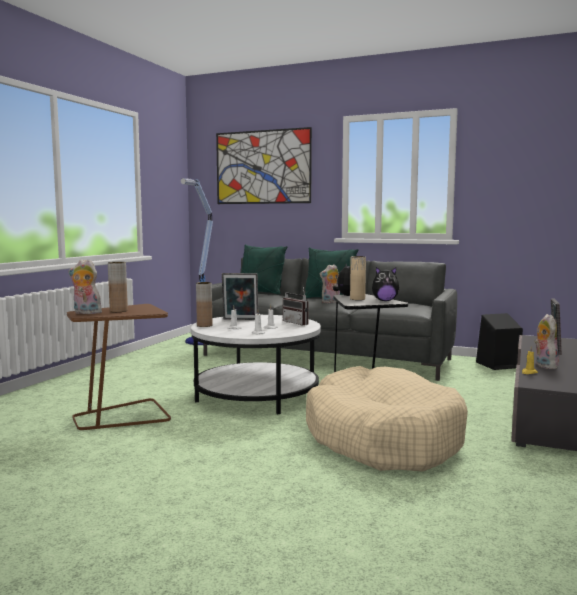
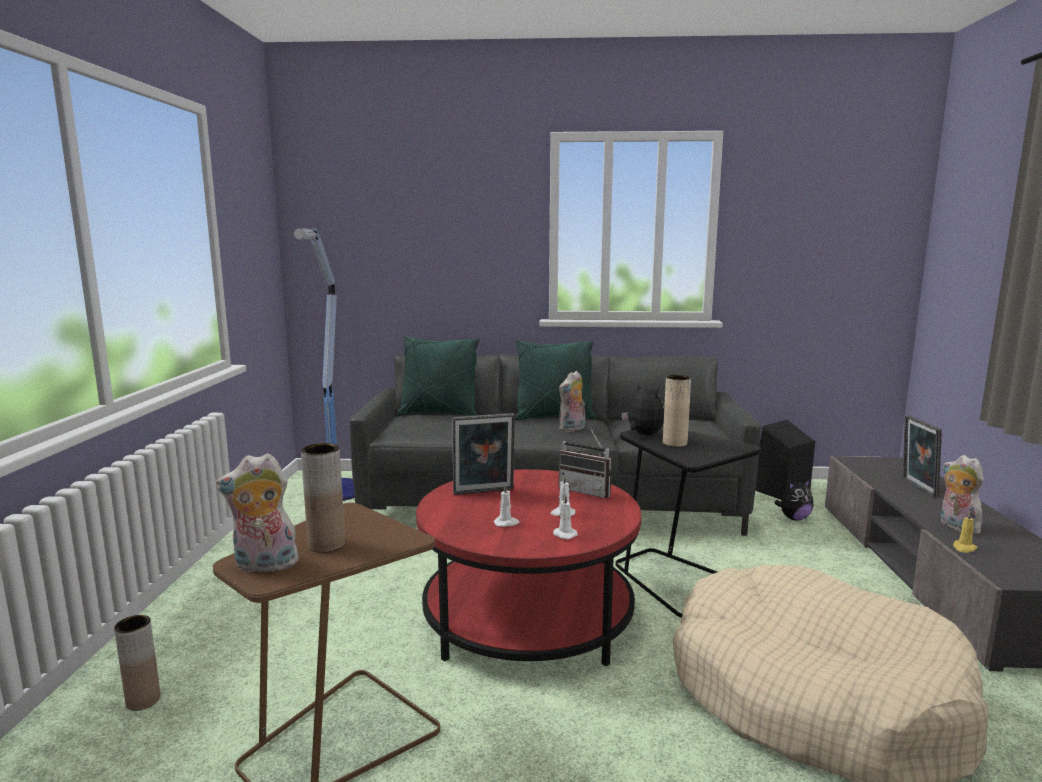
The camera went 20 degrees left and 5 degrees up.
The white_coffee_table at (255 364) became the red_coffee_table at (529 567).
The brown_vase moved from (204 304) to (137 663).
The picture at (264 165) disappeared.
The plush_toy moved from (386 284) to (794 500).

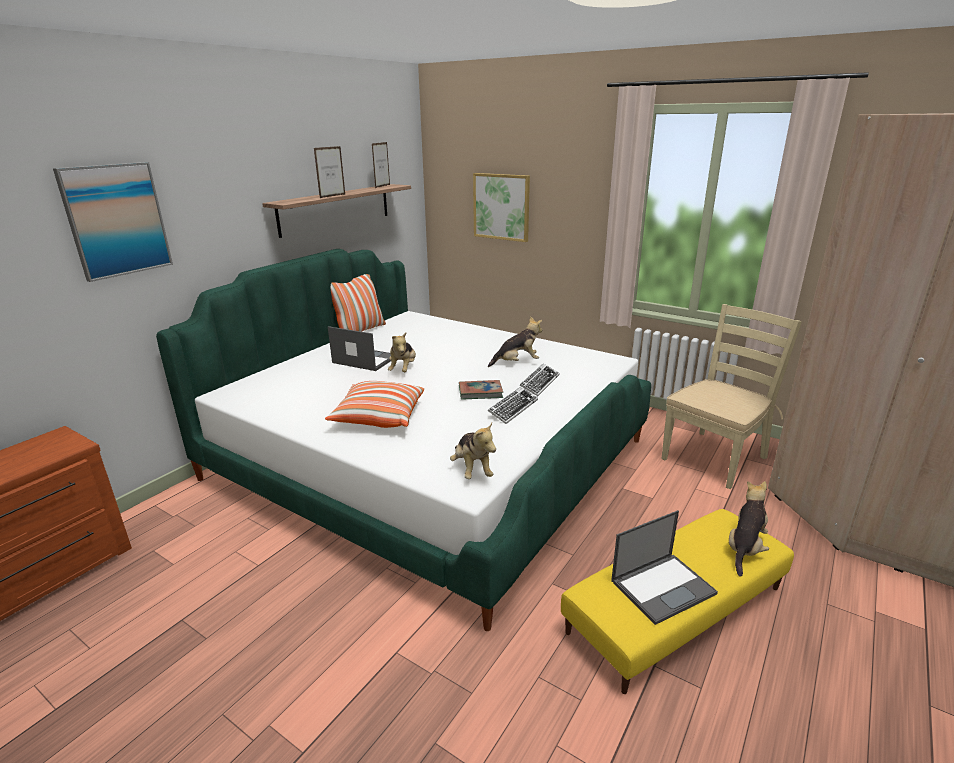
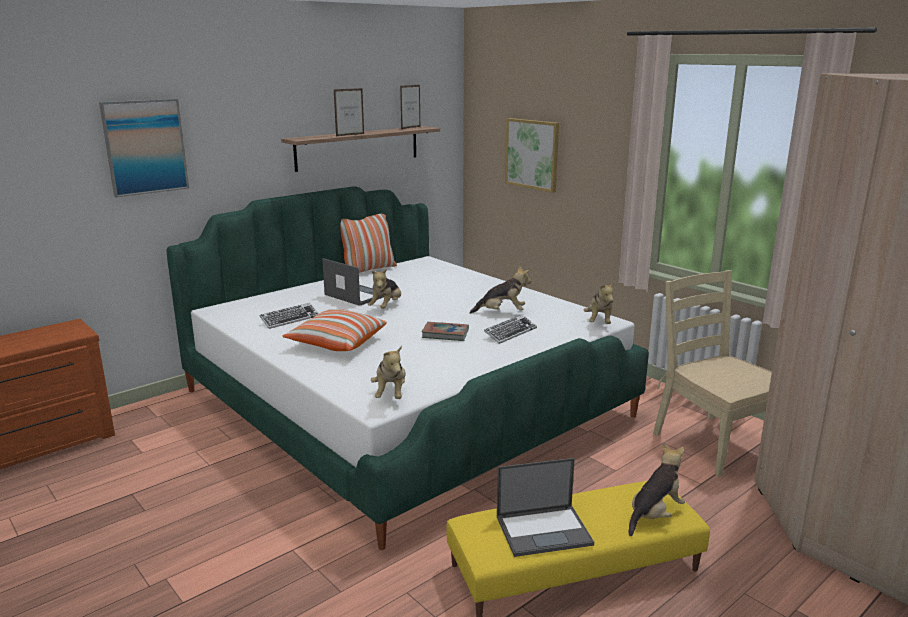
The camera went 15 degrees right and 5 degrees down.
The keyboard moved from (513 405) to (289 316).
The beige_chair at (731 396) turned 90 degrees counterclockwise.
The plush_toy at (599 302) appeared.

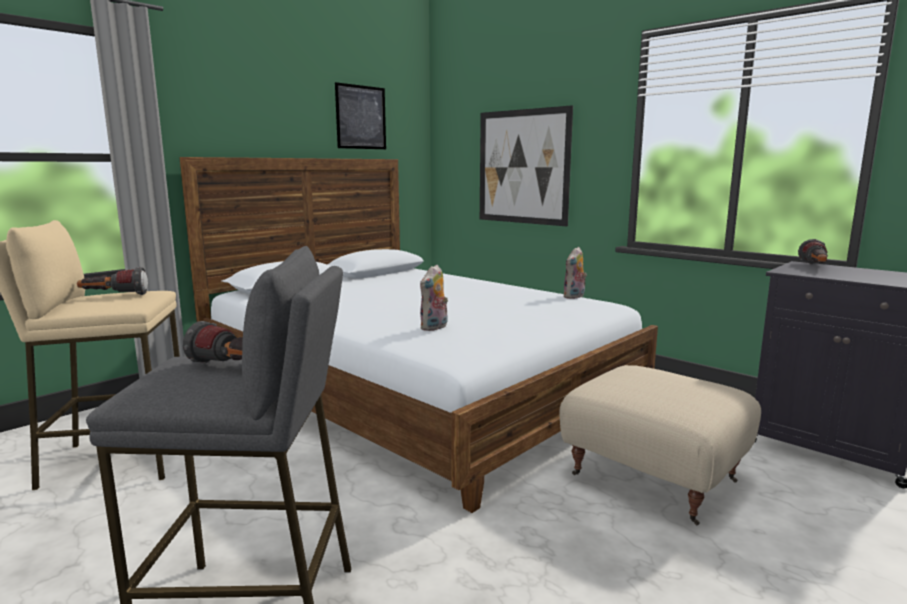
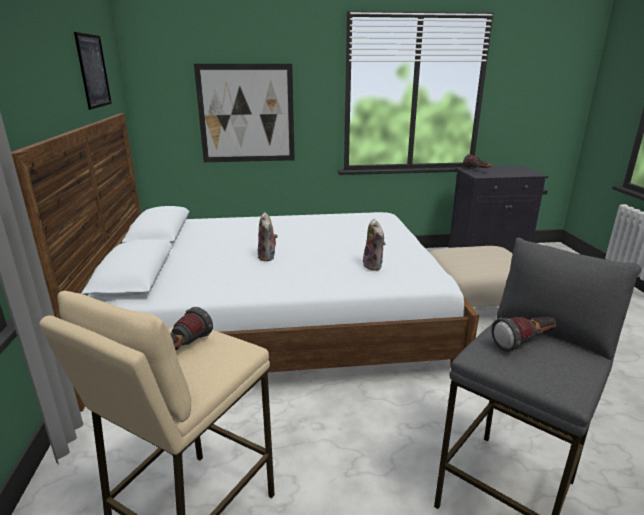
The camera went 50 degrees left and 10 degrees up.
The plush_toy moved from (575 273) to (268 236).

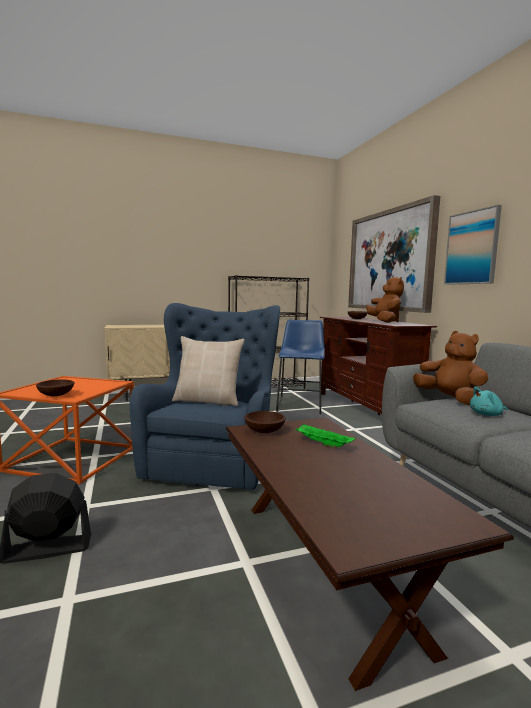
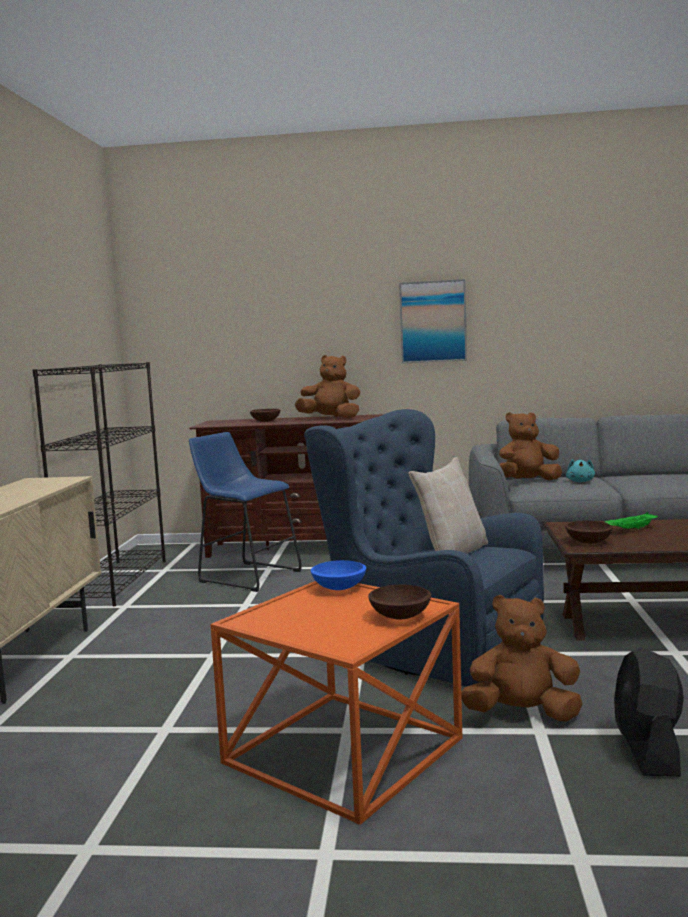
The camera went 65 degrees left and 0 degrees up.
The picture at (394 254) disappeared.
The blue_bowl at (338 575) appeared.
The brown_plush_toy at (522 658) appeared.

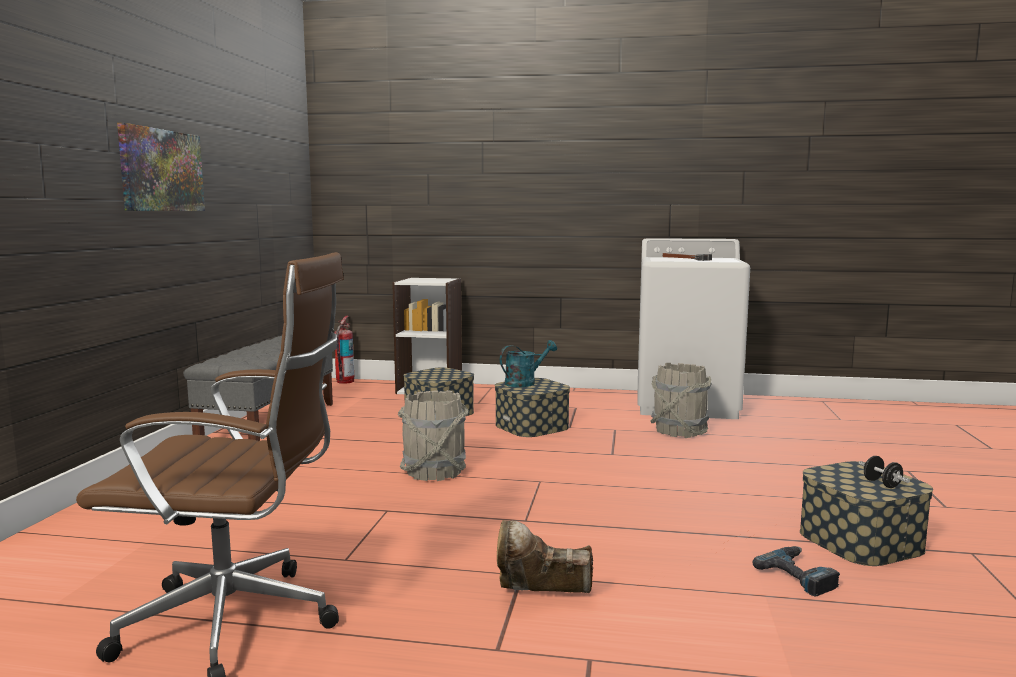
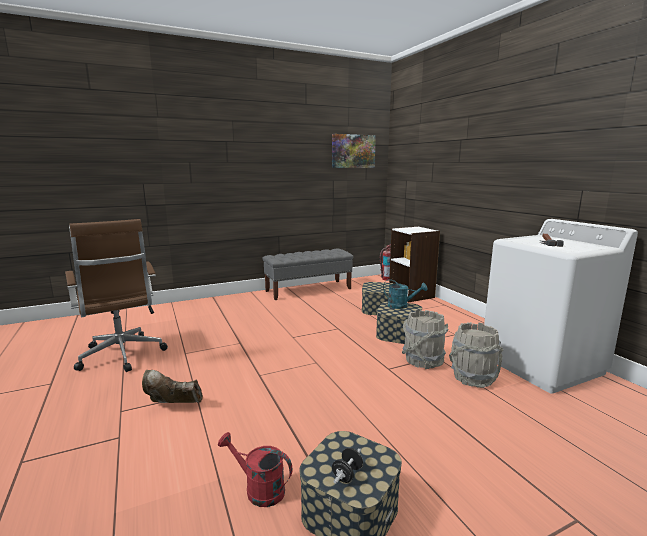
The camera went 55 degrees right and 5 degrees up.
The picture moved from (161 167) to (354 151).
The grey_bucket moved from (433 435) to (425 339).
The brown_boot at (545 556) turned 60 degrees counterclockwise.
The power_drill at (796 571) was replaced by the red_watering_can at (255 469).

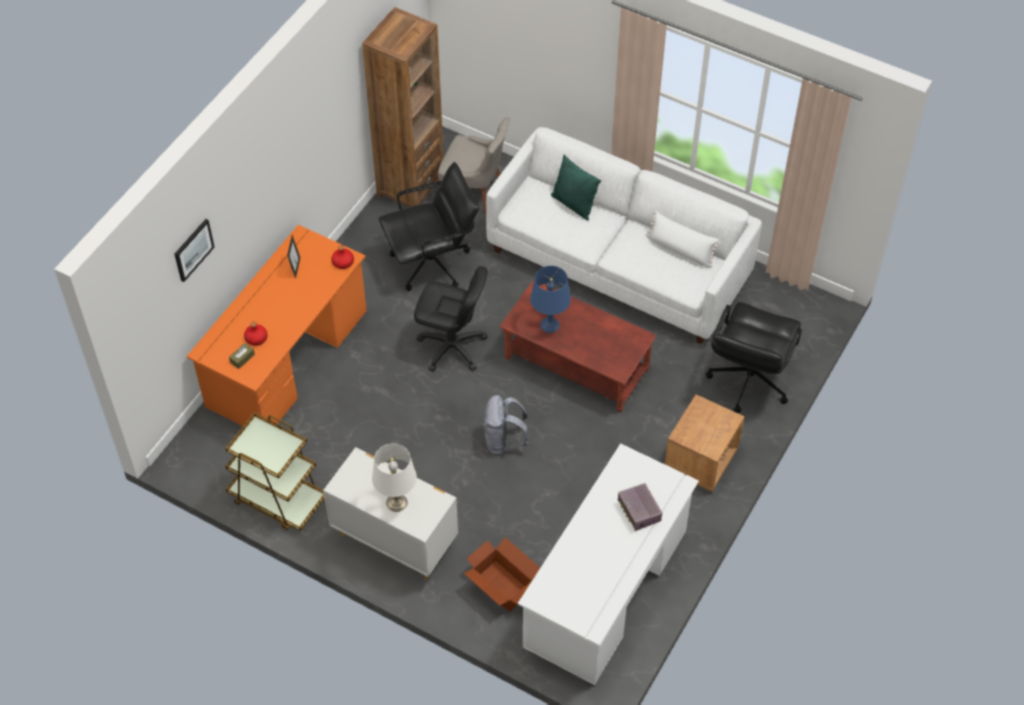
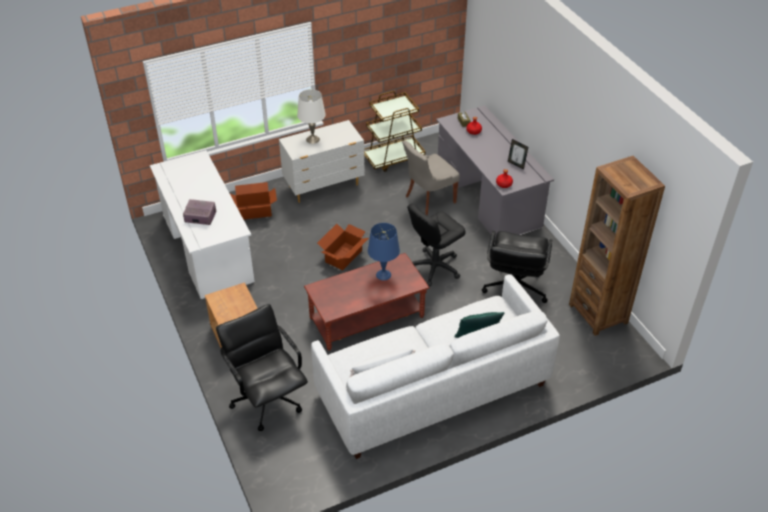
The camera went 125 degrees right and 10 degrees down.
The picture at (195 250) disappeared.
The orange_desk at (277 326) became the grey_desk at (495 171).
The grey_chair moved from (474 166) to (431 178).
The grey_backpack at (506 425) was replaced by the cardboard_box at (343 247).

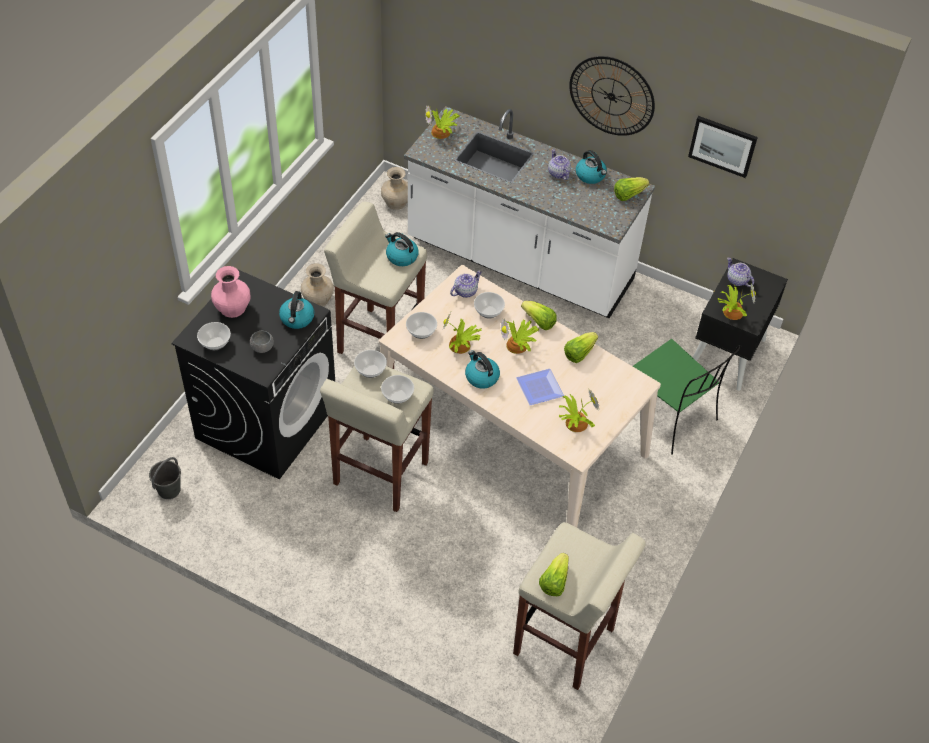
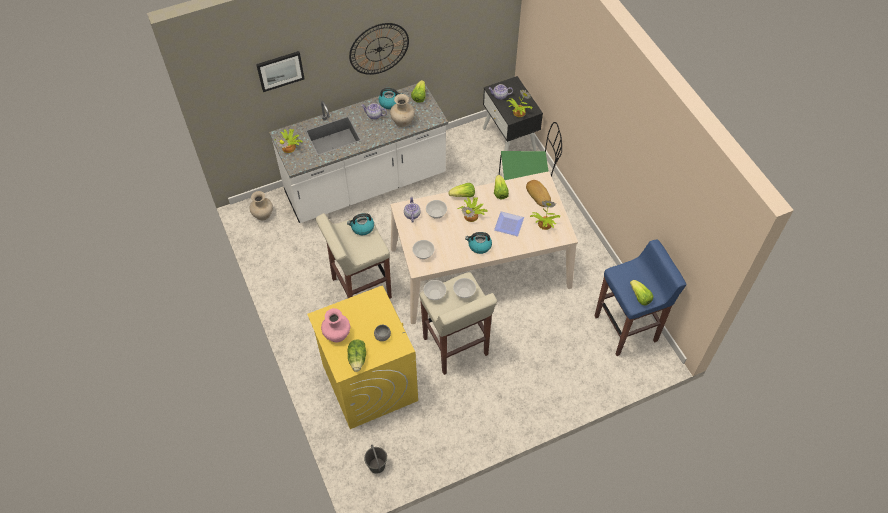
The camera went 50 degrees left and 5 degrees up.
The black_washing_machine at (253 374) became the yellow_washing_machine at (362 357).
The bowl at (214 336) was replaced by the lettuce at (357 356).
The kettle at (296 310) disappeared.
The beige_vase moved from (317 285) to (402 110).
The potted_plant at (462 333) disappeared.
The beige_stool at (579 606) became the blue_stool at (640 298).
The picture moved from (723 147) to (280 71).
The bread at (538 193) appeared.

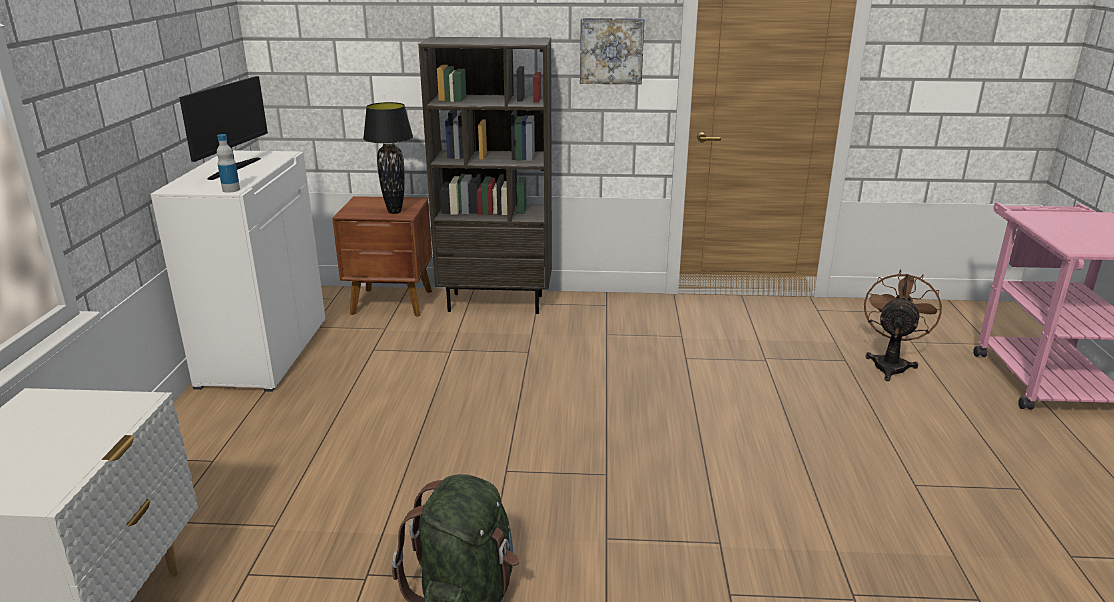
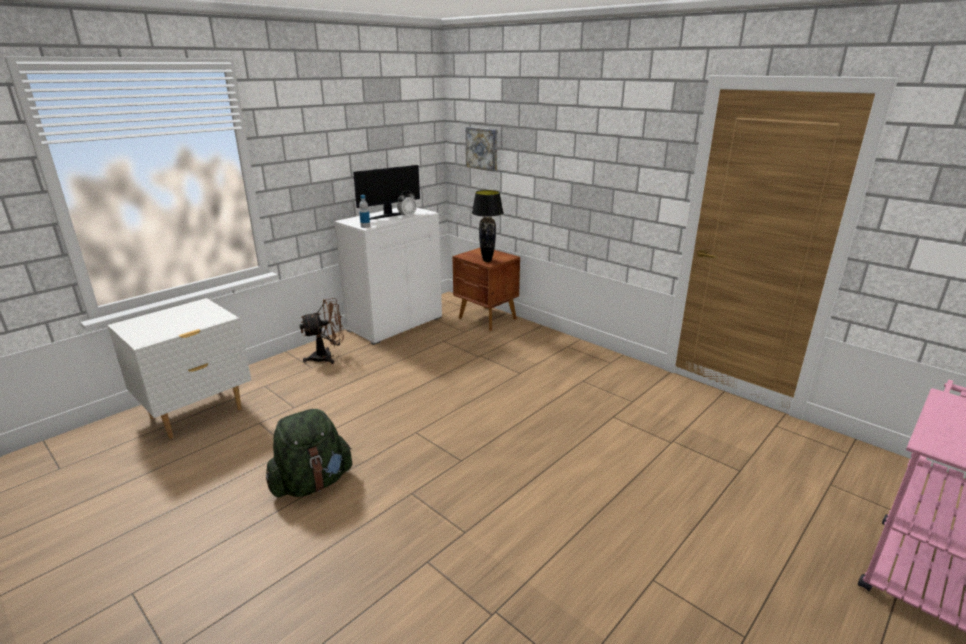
The camera went 40 degrees right and 0 degrees up.
The brown_bookcase at (485 175) disappeared.
The picture moved from (612 50) to (481 149).
The brown_fan moved from (903 325) to (321 331).
The alarm_clock at (407 203) appeared.

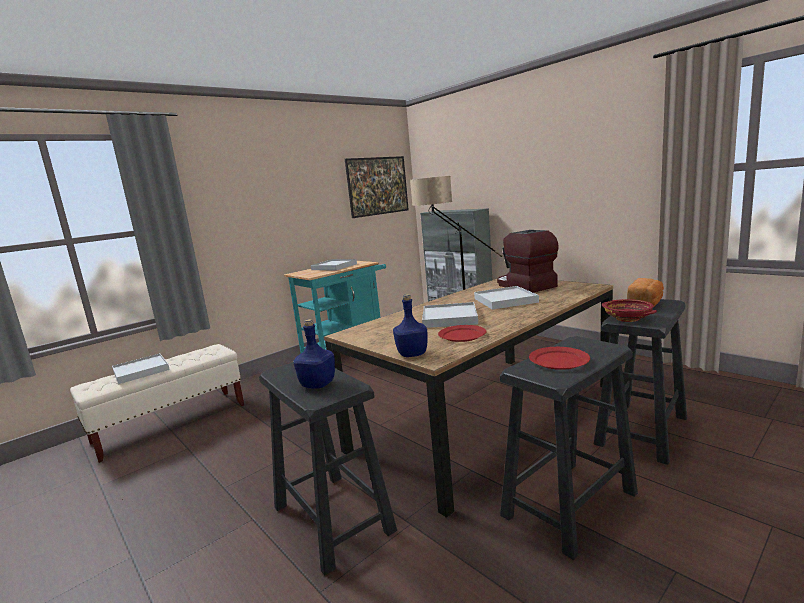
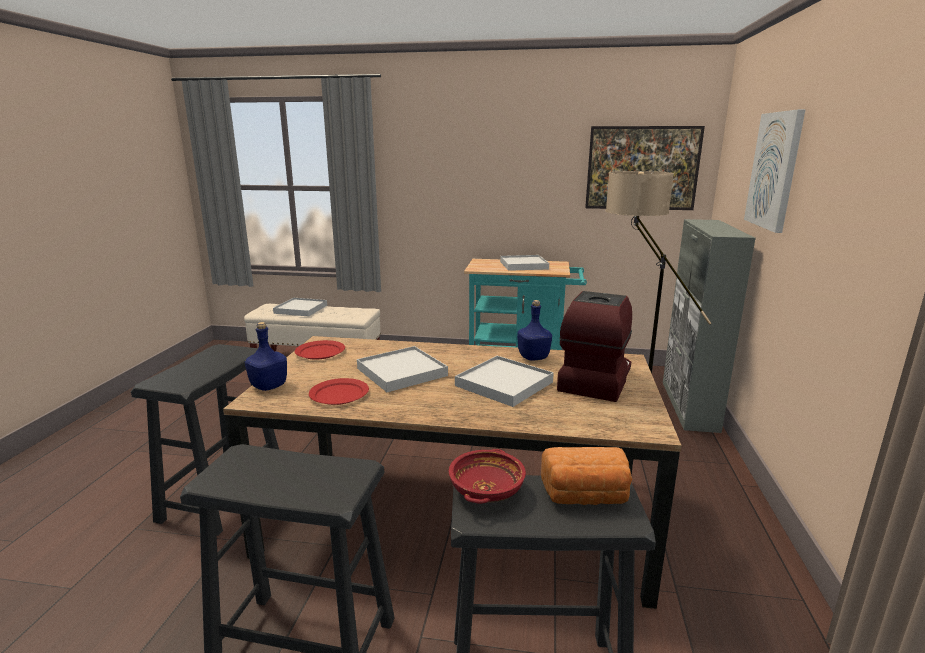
The camera went 50 degrees right and 5 degrees up.
The blue_bottle moved from (314 354) to (534 330).
The red_plate moved from (559 358) to (320 350).
The picture at (775 171) appeared.

